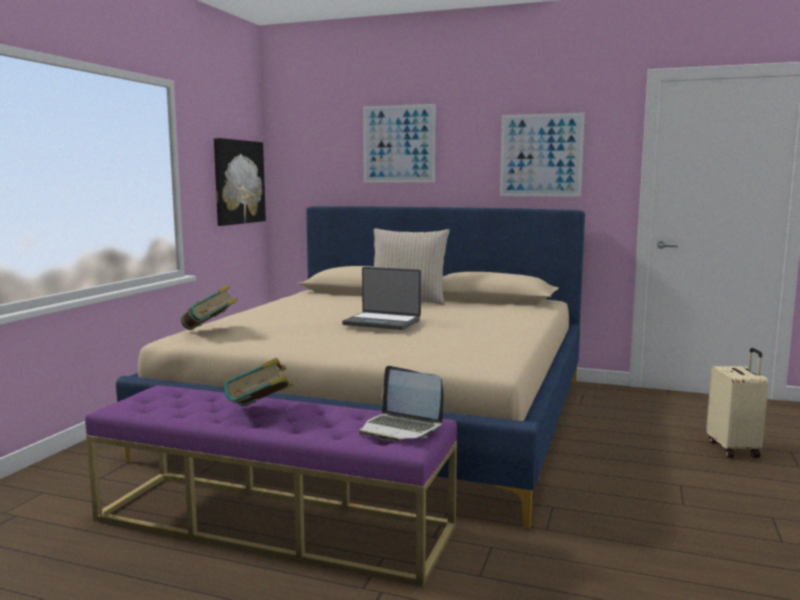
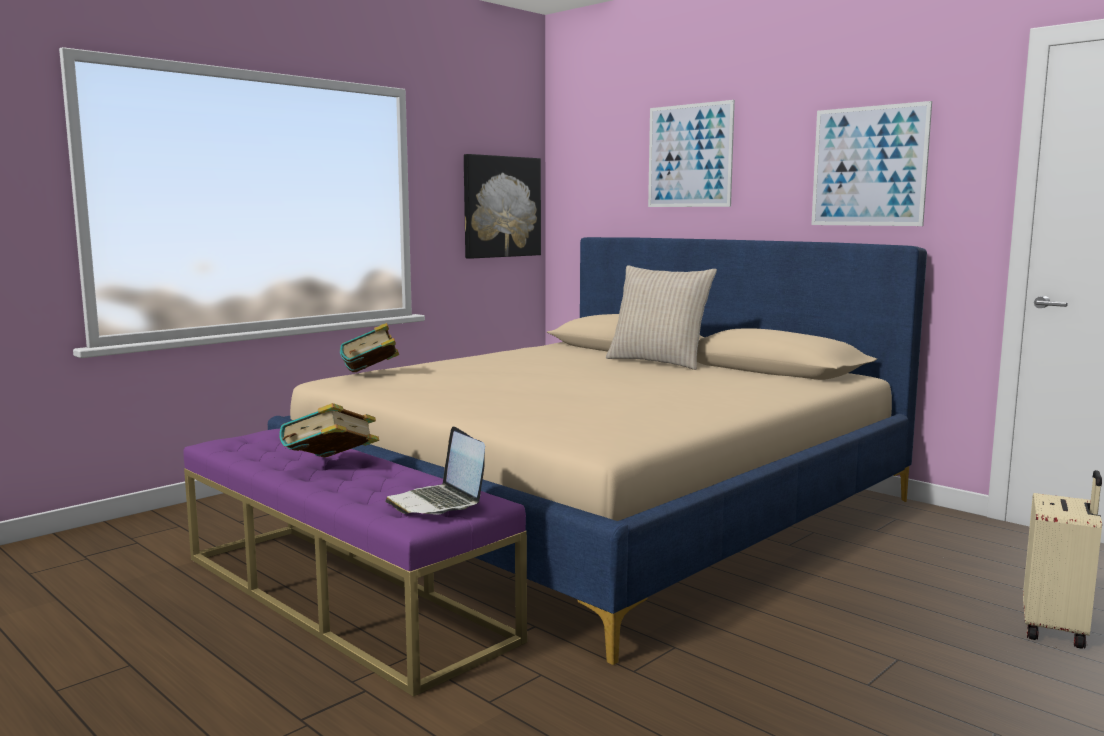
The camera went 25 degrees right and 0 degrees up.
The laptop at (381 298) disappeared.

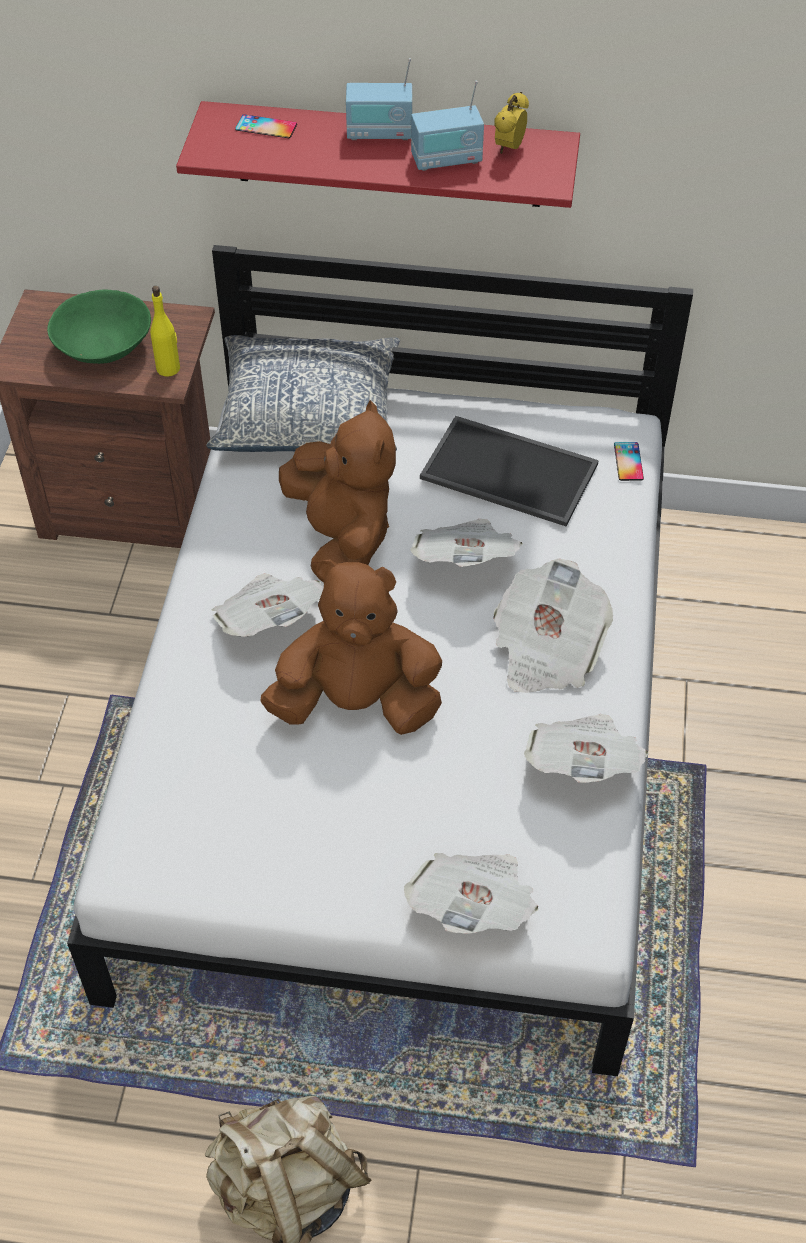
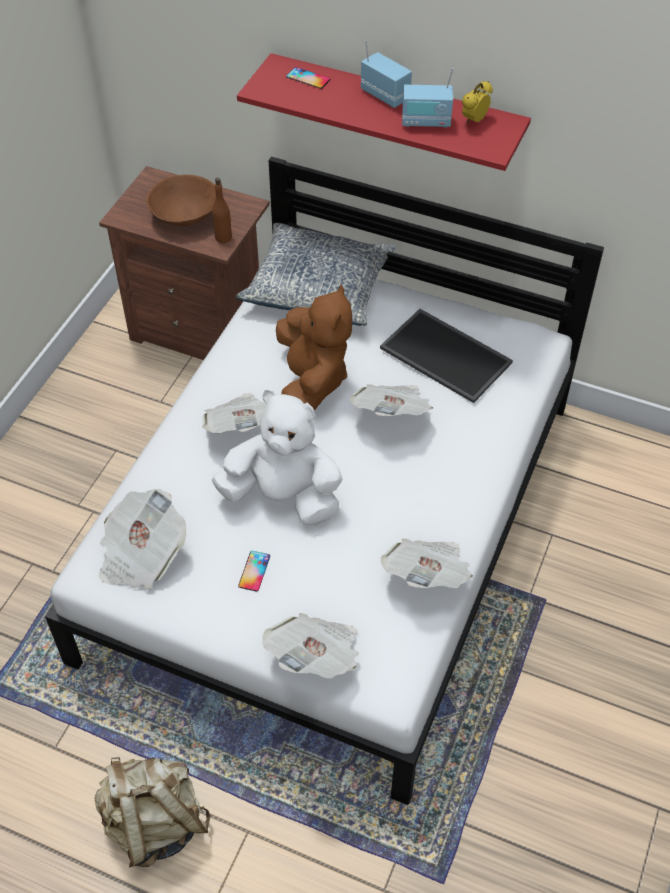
The camera went 15 degrees right and 0 degrees up.
The green_bowl at (99 327) became the brown_bowl at (181 200).
The yellow_bottle at (165 331) became the brown_bottle at (222 210).
The brown_plush_toy at (351 647) became the white_plush_toy at (277 457).
The radio at (379 99) turned 150 degrees counterclockwise.
The newspaper moved from (553 626) to (142 539).
The phone moved from (629 461) to (254 571).

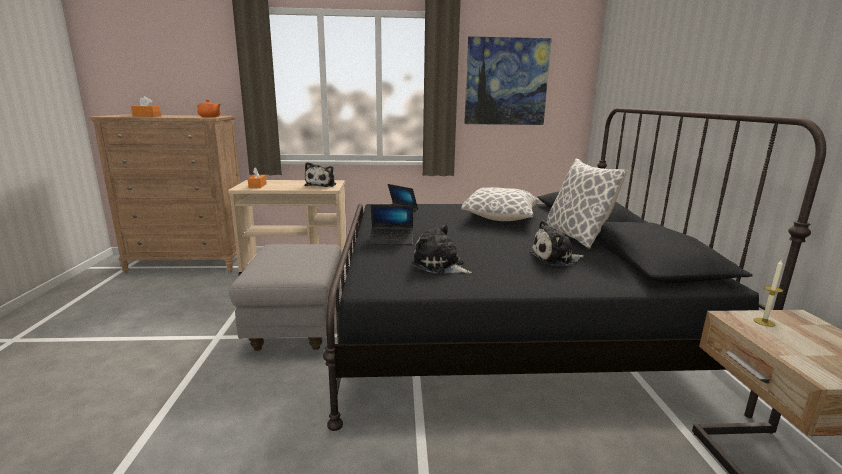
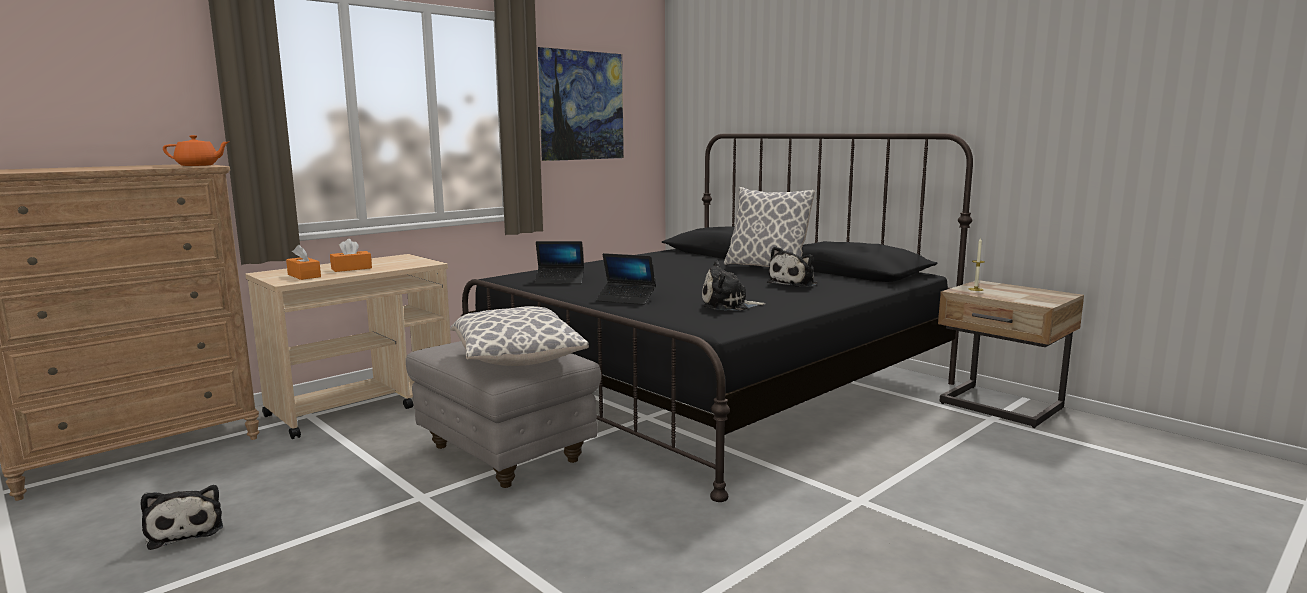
The camera went 40 degrees left and 5 degrees down.
The orange_tissue_box moved from (146 106) to (351 255).
The plush_toy moved from (320 174) to (182 517).
The laptop at (391 225) turned 60 degrees clockwise.
The pillow moved from (500 204) to (519 336).

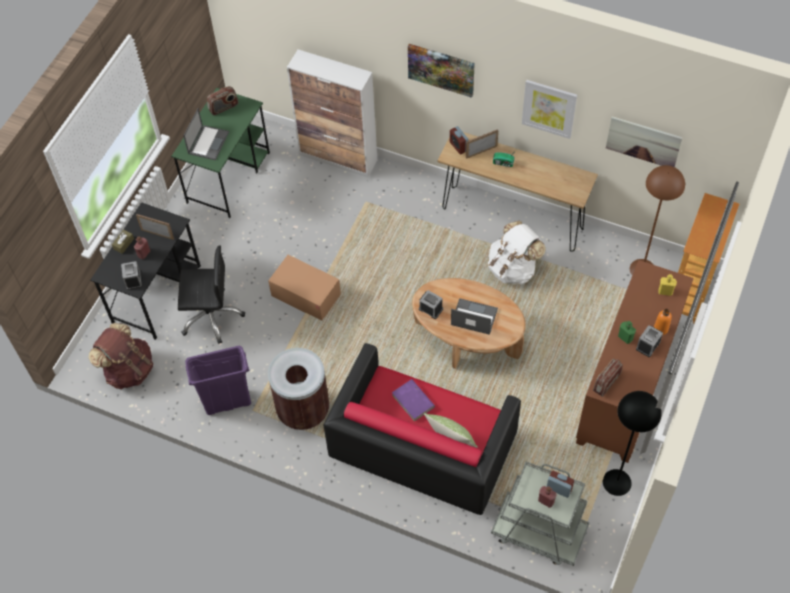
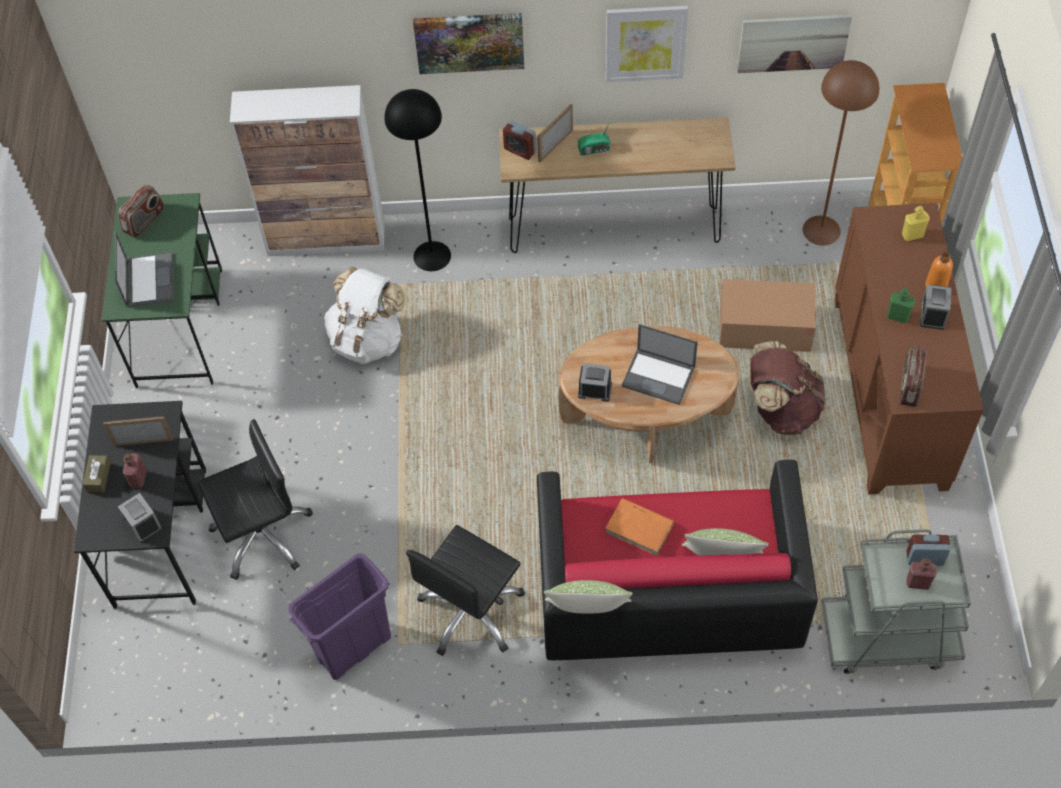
The camera went 25 degrees left and 0 degrees up.
The brown_backpack moved from (120 356) to (788 388).
The cardboard_box moved from (304 287) to (767 315).
The brown_trash_can at (298 389) was replaced by the black_office_chair at (465 590).
The purple_book at (413 400) became the orange_book at (640 527).
The laptop at (474 316) turned 150 degrees counterclockwise.
The white_backpack moved from (517 252) to (365 315).
The black_floor_lamp moved from (632 443) to (417 180).
The pillow at (588 596) appeared.

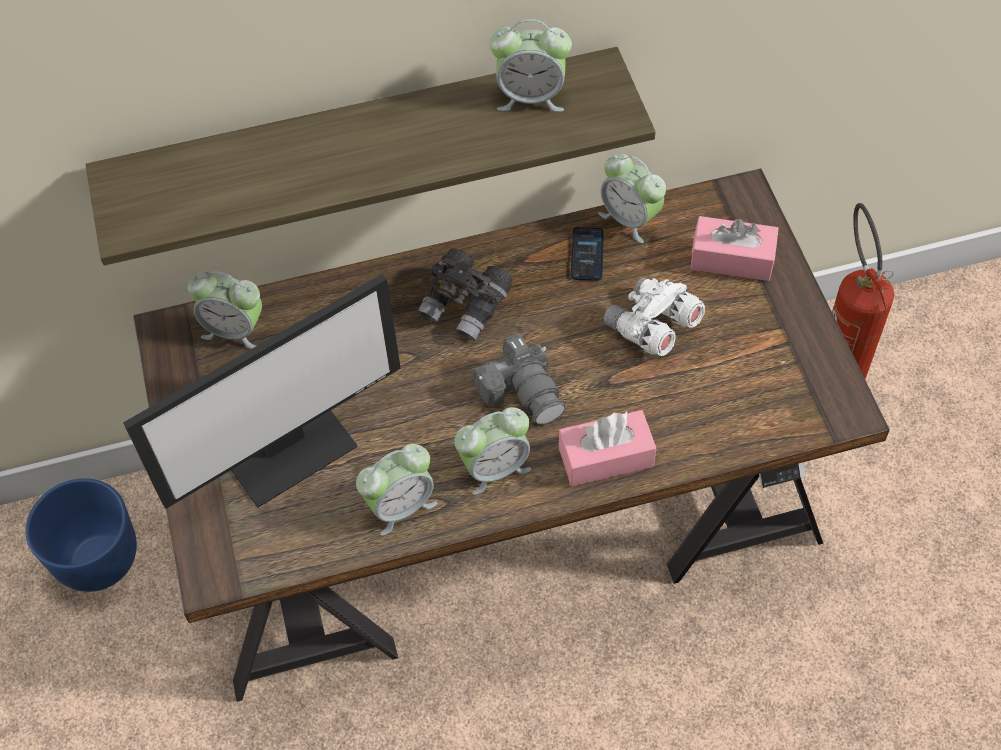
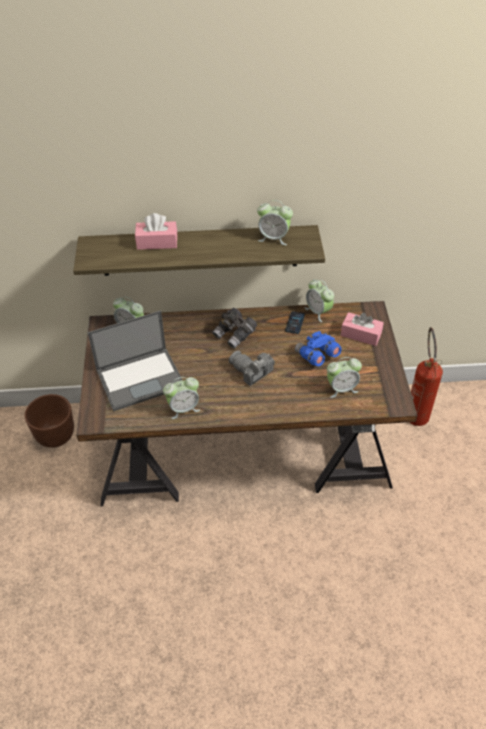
The camera went 10 degrees right and 10 degrees down.
The blue_planter at (81 535) became the brown_planter at (49 421).
The monitor at (262 391) was replaced by the laptop at (135 360).
The alarm_clock moved from (492 451) to (344 377).
The photo_camera at (519 379) turned 150 degrees clockwise.
The pink_tissue_box moved from (607 448) to (156 231).
The white_binoculars at (654 317) became the blue_binoculars at (318 348).

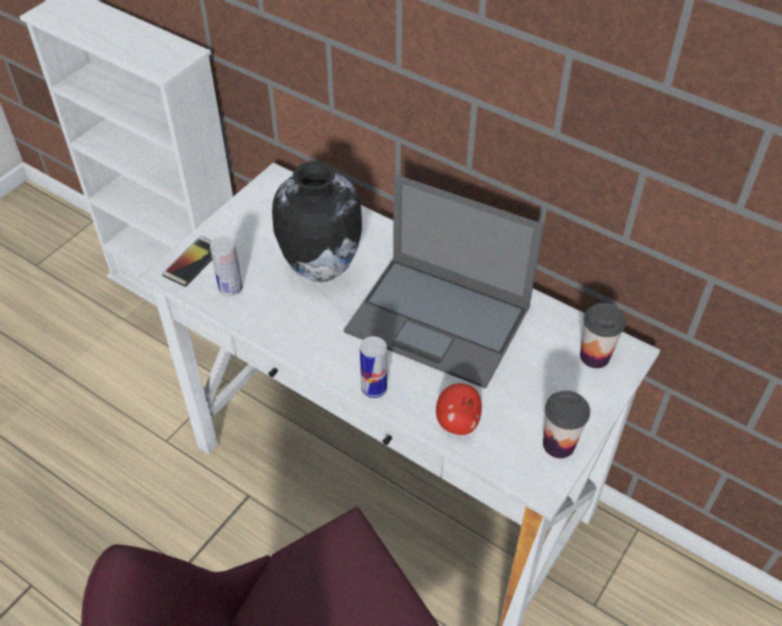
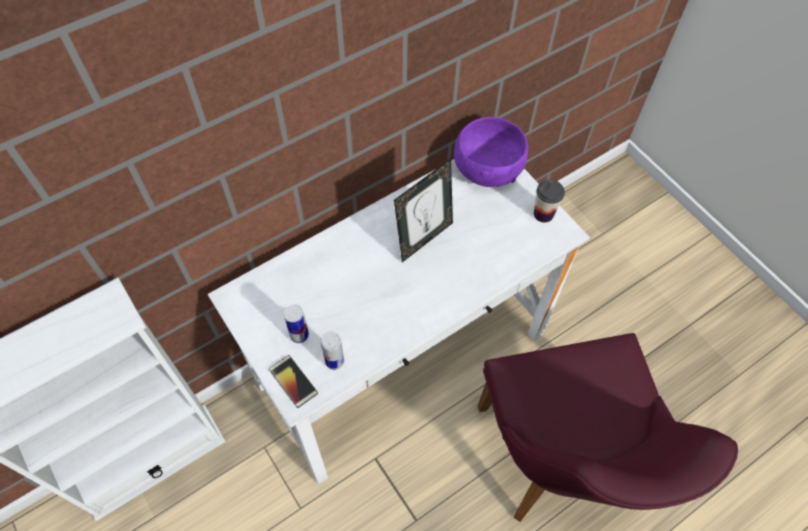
The camera went 70 degrees left and 10 degrees up.
The vase at (317 221) disappeared.
The laptop at (444 281) was replaced by the picture_frame at (423 210).
The can moved from (373 367) to (296 323).
The apple at (459 409) disappeared.
The cup at (603 335) was replaced by the purple_bowl at (491 152).

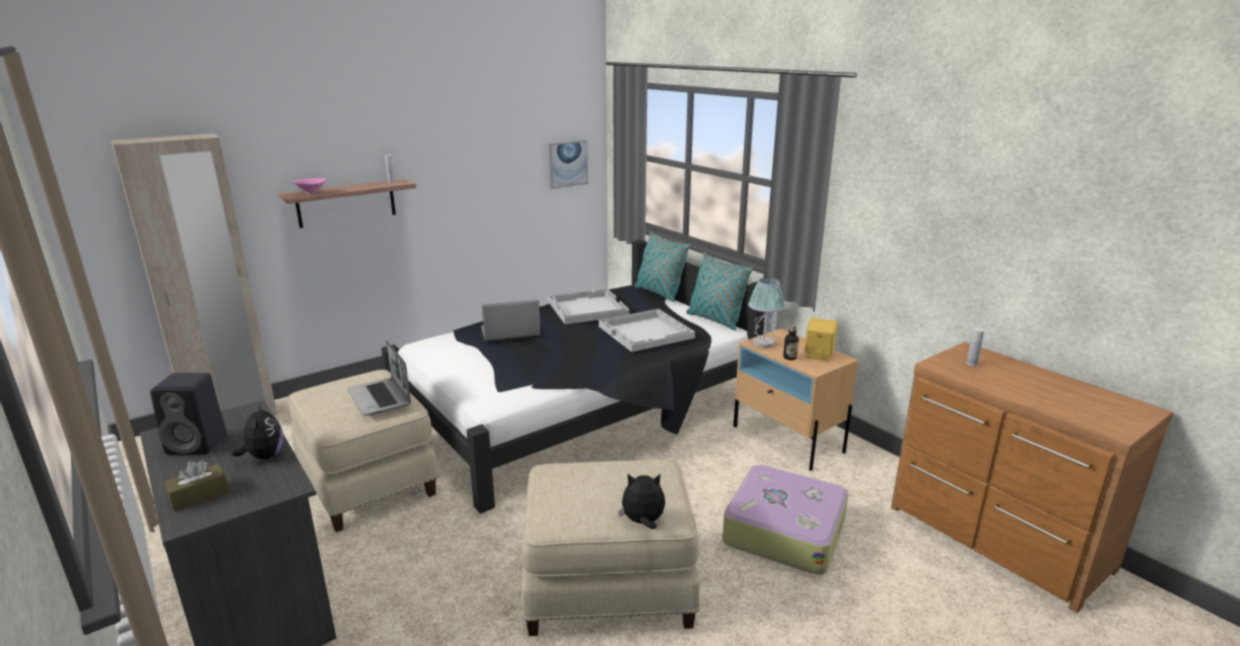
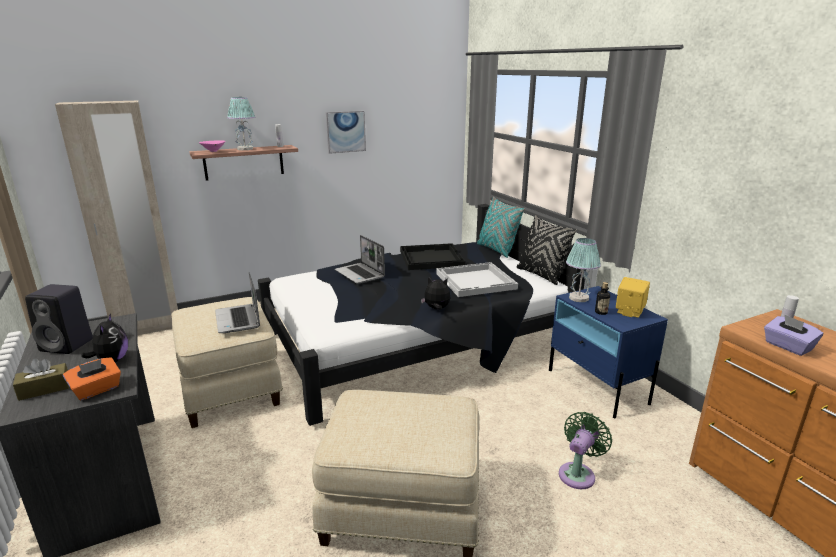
The camera went 10 degrees right and 0 degrees up.
The laptop at (511 321) turned 120 degrees counterclockwise.
The picture moved from (568 164) to (346 132).
The white_tray at (588 306) became the black_tray at (432 256).
The plush_toy moved from (641 501) to (435 293).
The turquoise_pillow at (719 291) became the black_pillow at (546 250).
The suitcase at (785 520) was replaced by the green_fan at (585 450).
The beige_nightstand at (795 400) became the blue_nightstand at (608 352).
The orange_tissue_box at (92 379) appeared.
The table_lamp at (241 123) appeared.
The purple_tissue_box at (793 335) appeared.

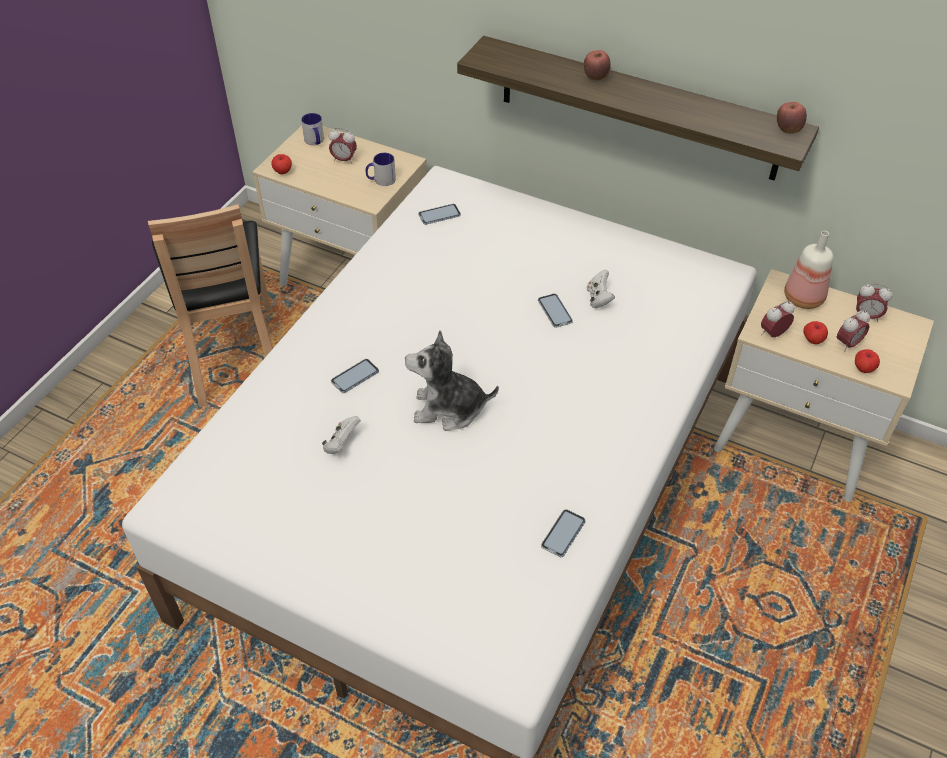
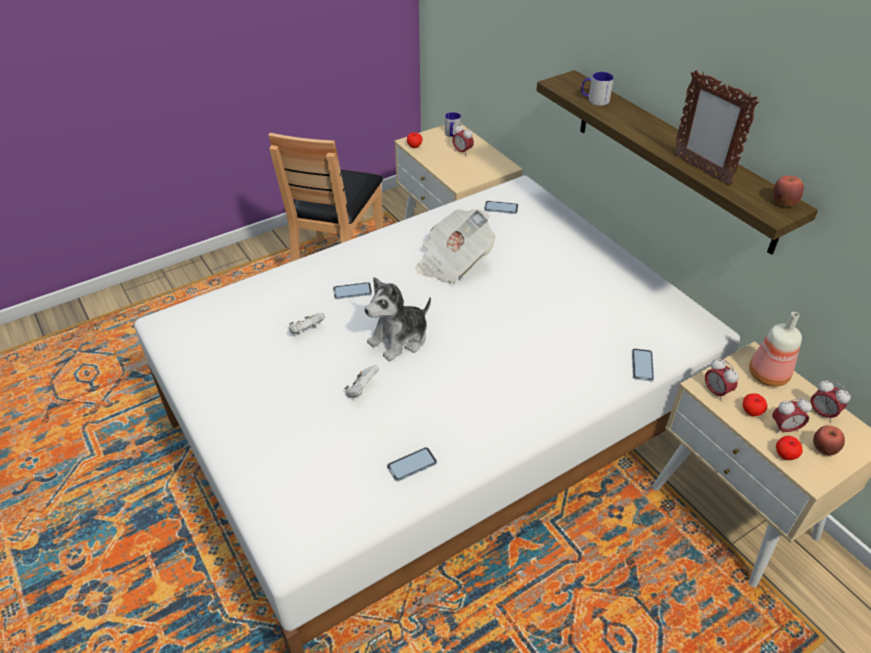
The camera went 30 degrees right and 5 degrees down.
The mug moved from (381 169) to (597 89).
The plush_toy at (452 380) turned 75 degrees counterclockwise.
The phone moved from (555 311) to (643 365).
The apple moved from (597 65) to (829 440).
The white_game_controller moved from (601 289) to (362 381).
The alarm_clock at (778 319) turned 120 degrees counterclockwise.
The newspaper at (455 246) appeared.
The picture_frame at (716 128) appeared.

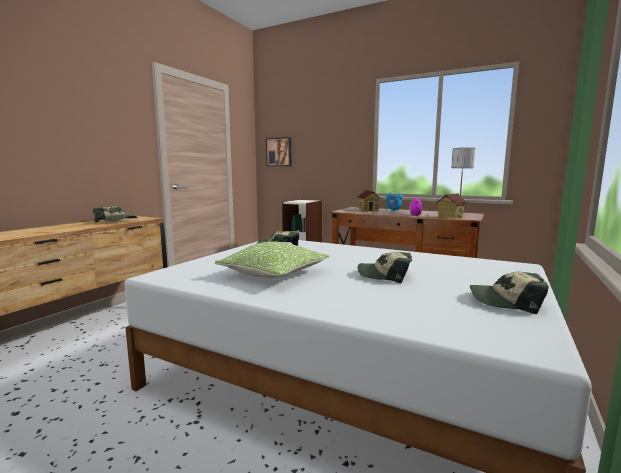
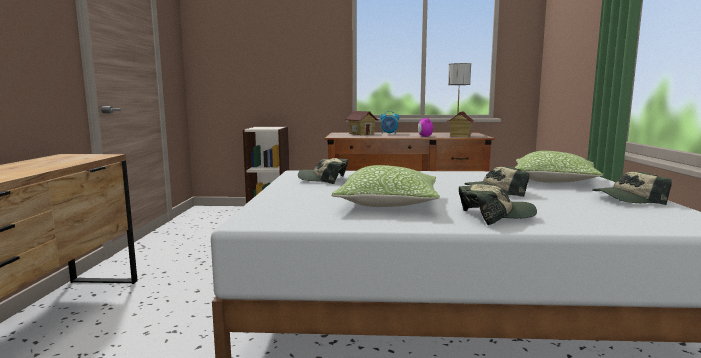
The camera went 25 degrees left and 0 degrees up.
The cap moved from (115 214) to (498 204).
The picture at (278 151) disappeared.
The pillow at (558 167) appeared.

